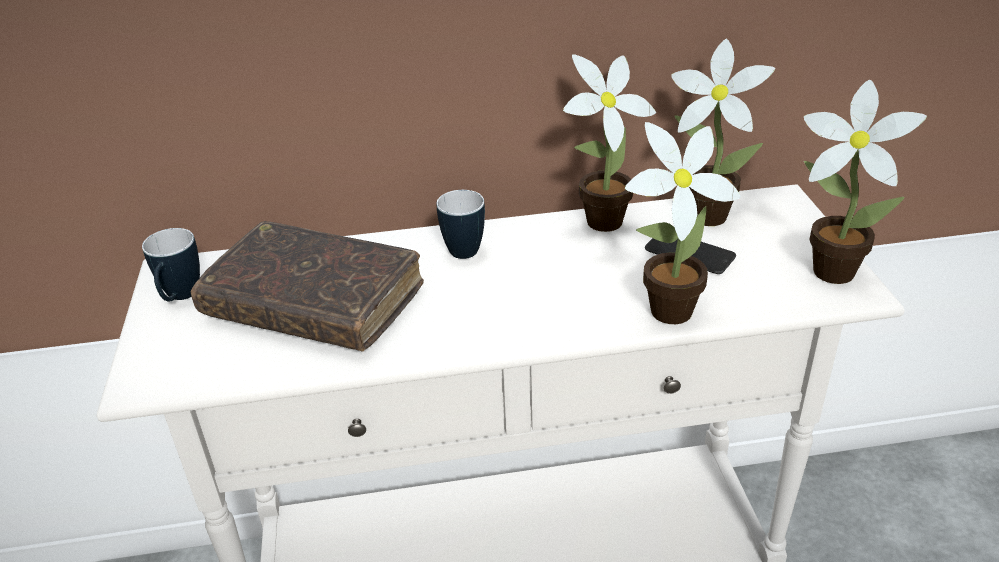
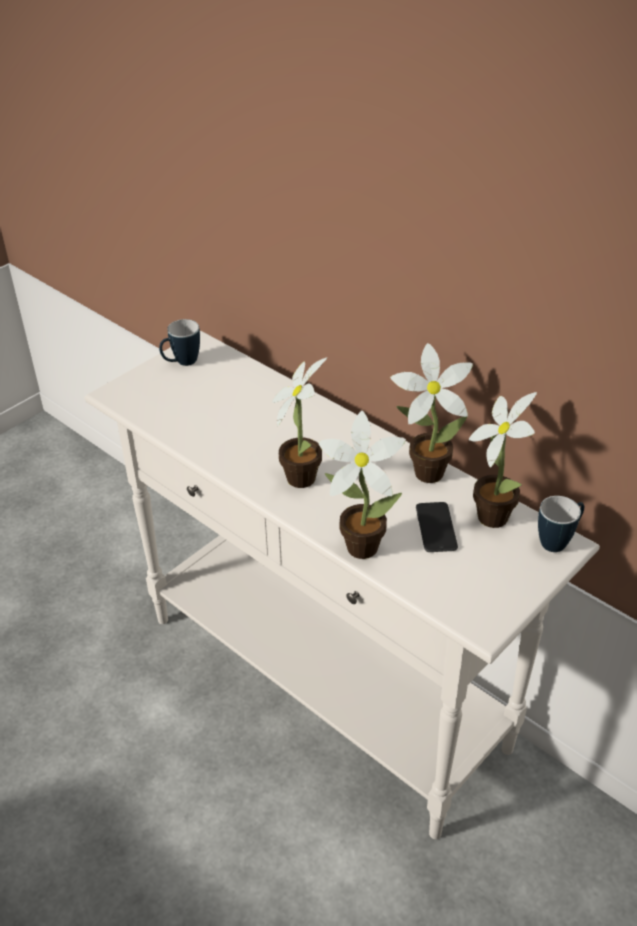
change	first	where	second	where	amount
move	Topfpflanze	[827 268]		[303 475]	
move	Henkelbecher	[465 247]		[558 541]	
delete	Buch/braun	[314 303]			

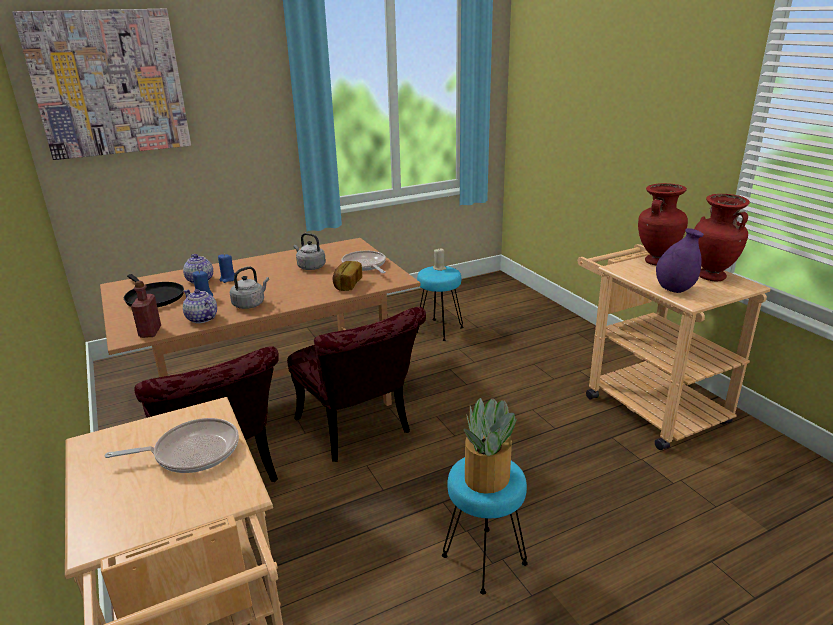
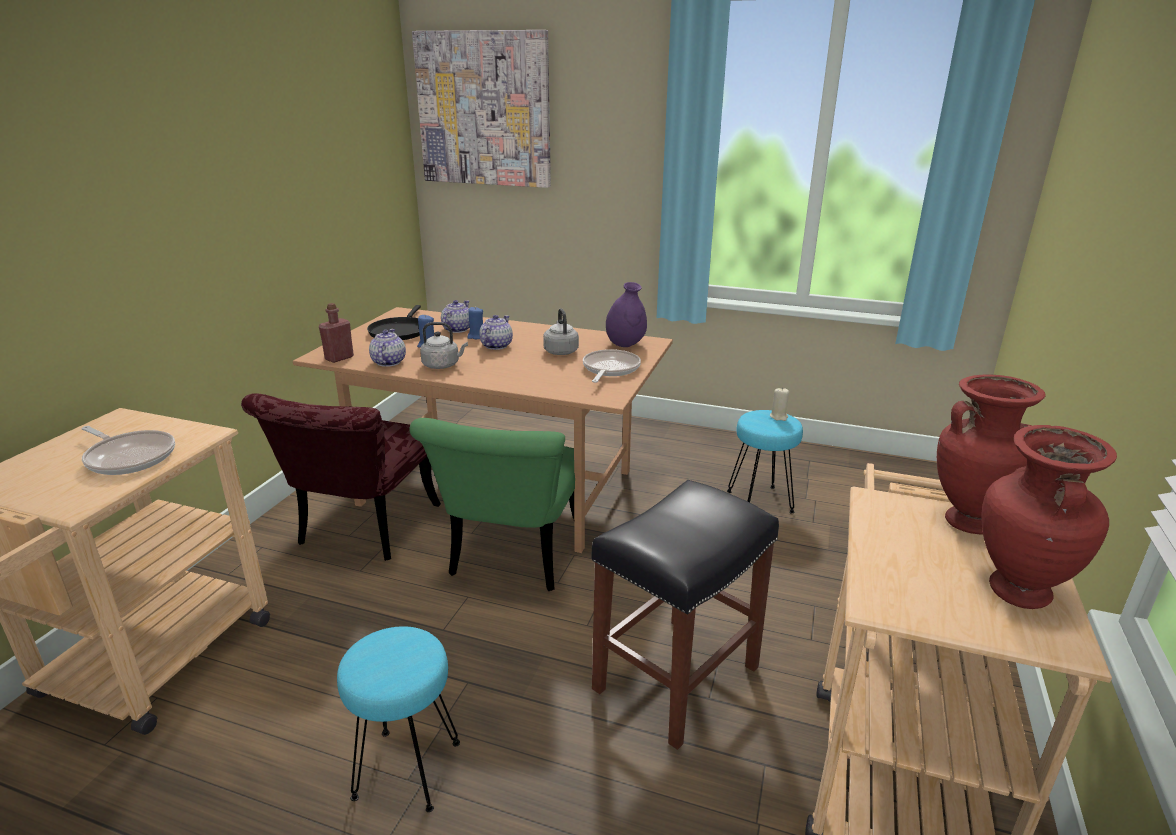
change	first	where	second	where	amount
recolor	Stuhl/rot	[359 431]	Stuhl/grün	[512 560]	
insert			Teekanne	[496 345]	
insert			Hocker/schwarz	[676 680]	
move	Vase/lila	[674 289]		[625 344]	
delete	Brot	[347 284]			
delete	Topfpflanze	[486 477]			

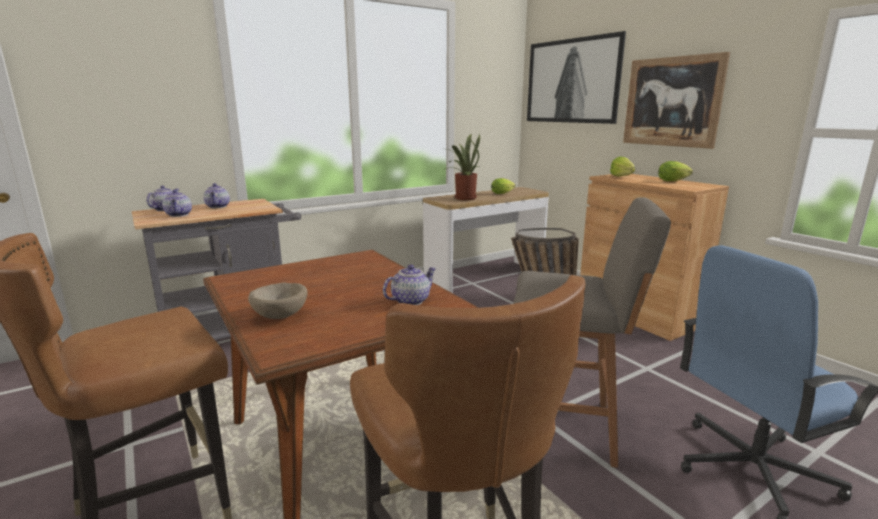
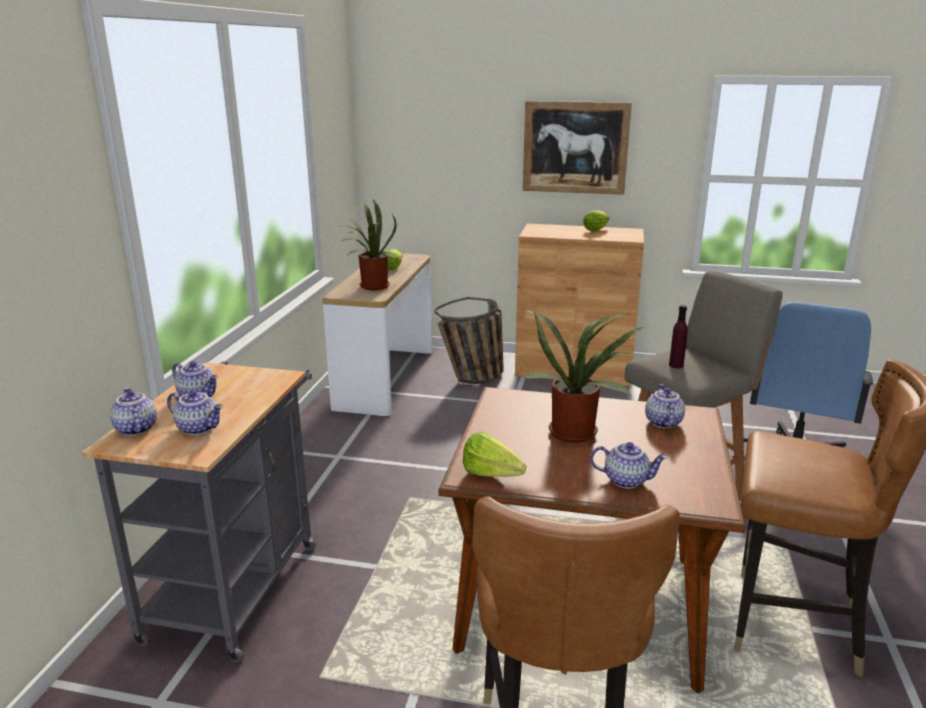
change	first	where	second	where	amount
move	Salatkopf	[623 177]		[495 477]	
insert			Topfpflanze	[575 430]	
replace	Schüssel/beige	[281 315]	Teekanne	[626 480]	
insert			Flasche/lila	[676 365]	
delete	Bild	[572 81]			

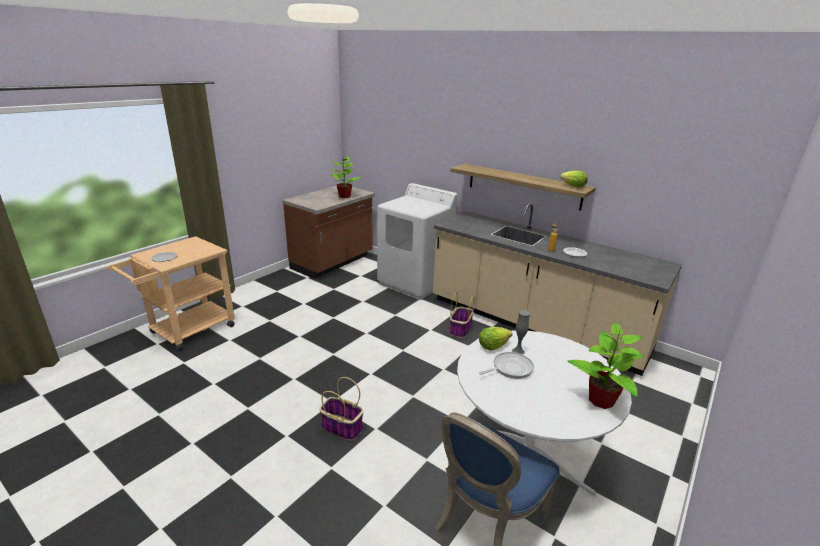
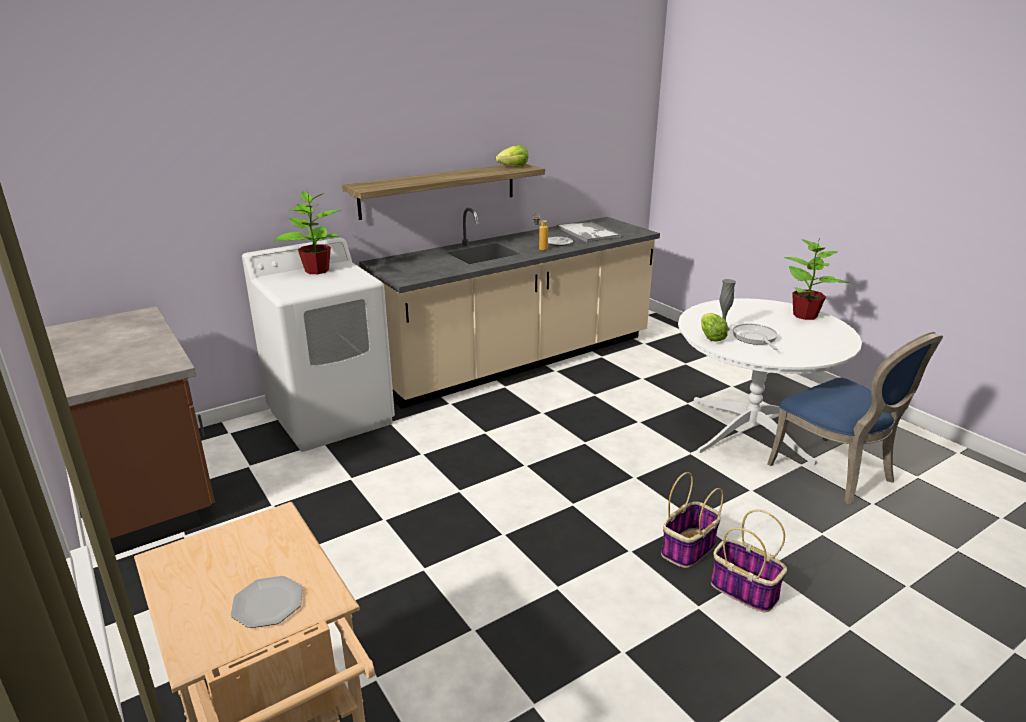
change	first	where	second	where	amount
move	Topfpflanze	[344 196]		[316 270]	
insert			Tablett	[588 233]	
move	Korb	[460 329]		[742 590]	

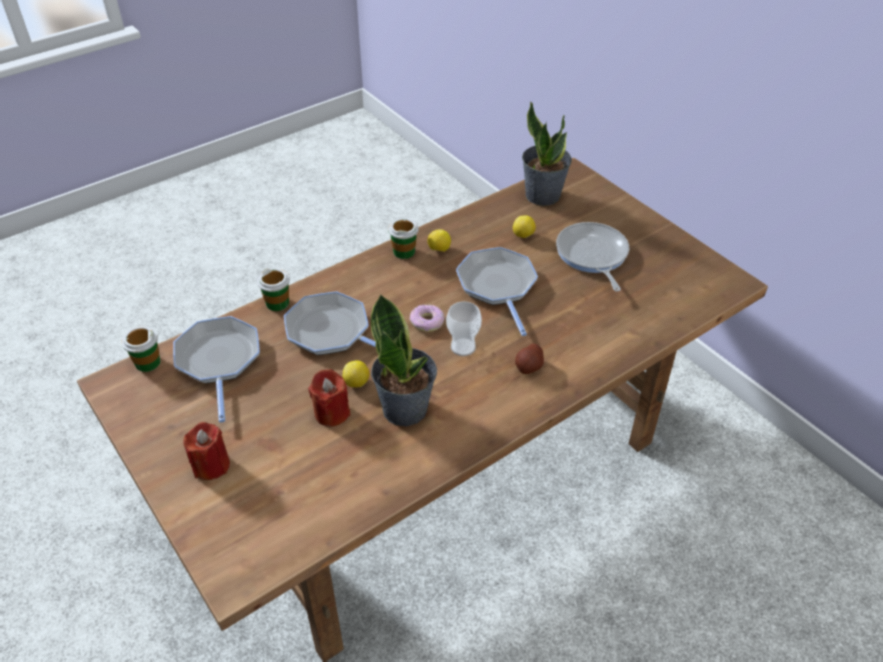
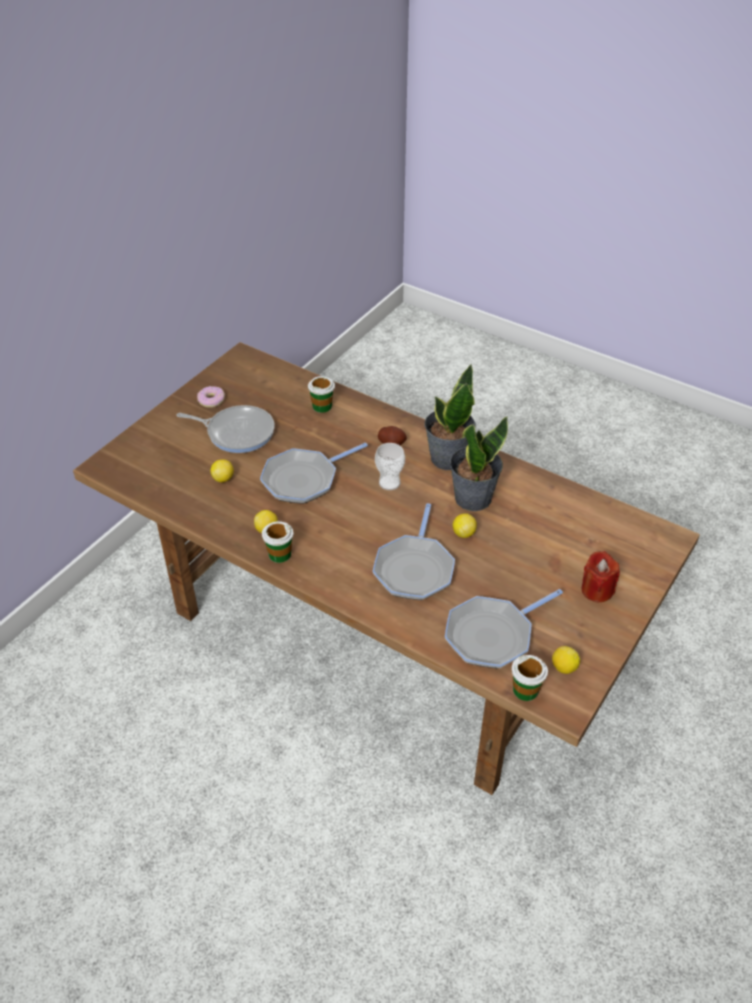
change	first	where	second	where	amount
rotate	Pfanne	[592 255]		[237 432]	135 degrees counterclockwise
move	Donut	[427 322]		[211 400]	
move	Tasse	[277 303]		[322 406]	
move	Topfpflanze	[542 195]		[447 458]	
insert			Zitrone	[563 667]	
delete	Kerze/rot	[331 413]			

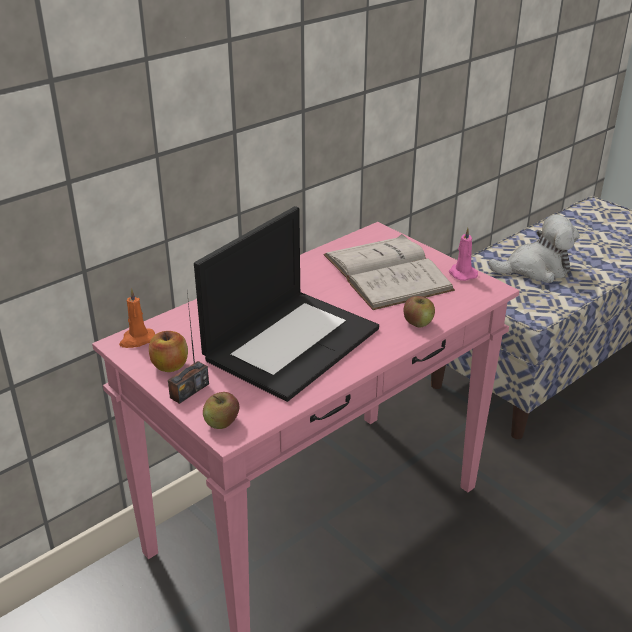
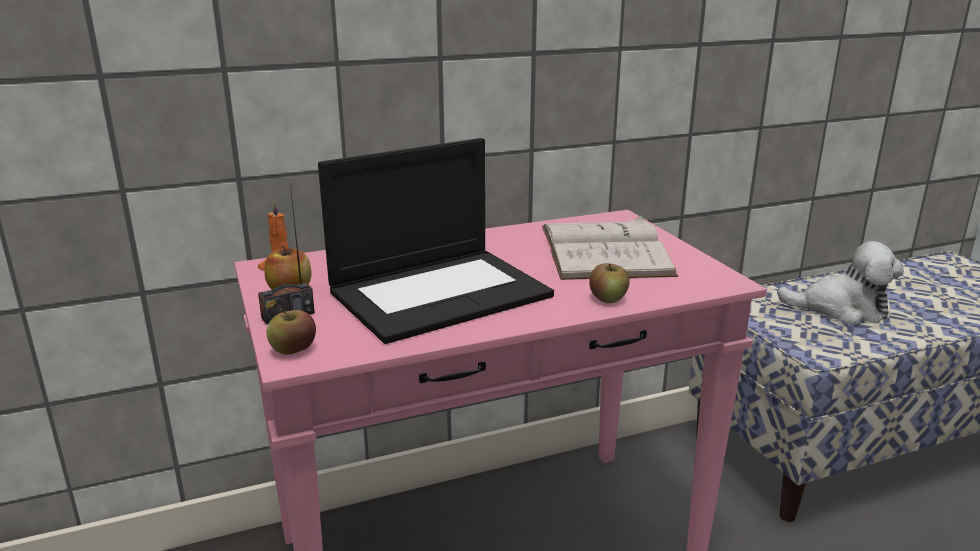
change	first	where	second	where	amount
delete	Kerze/rosa	[461 273]			

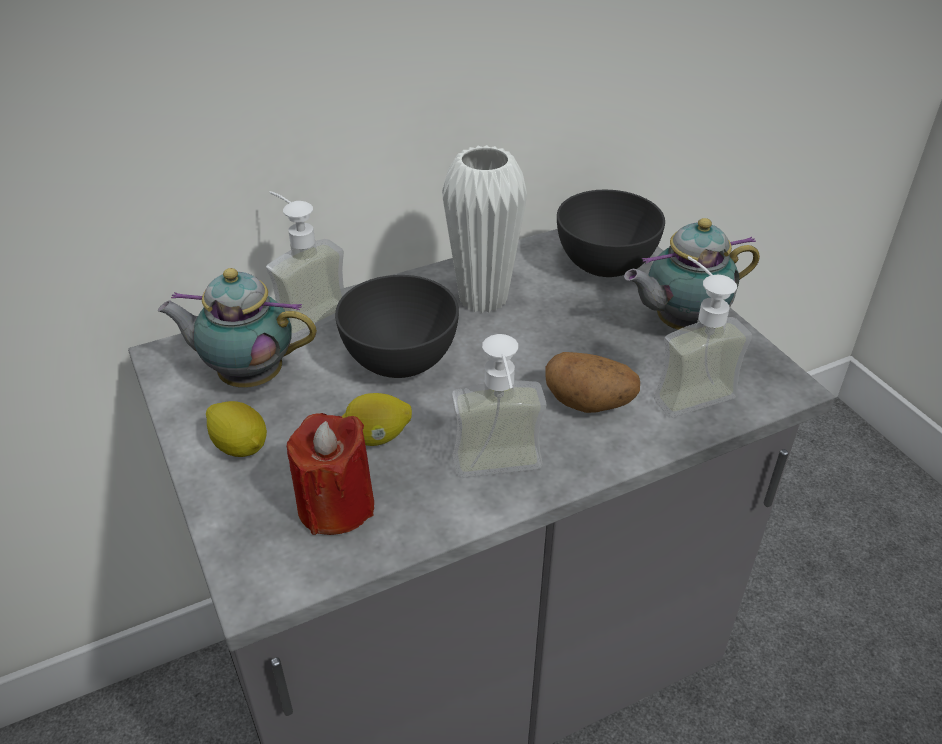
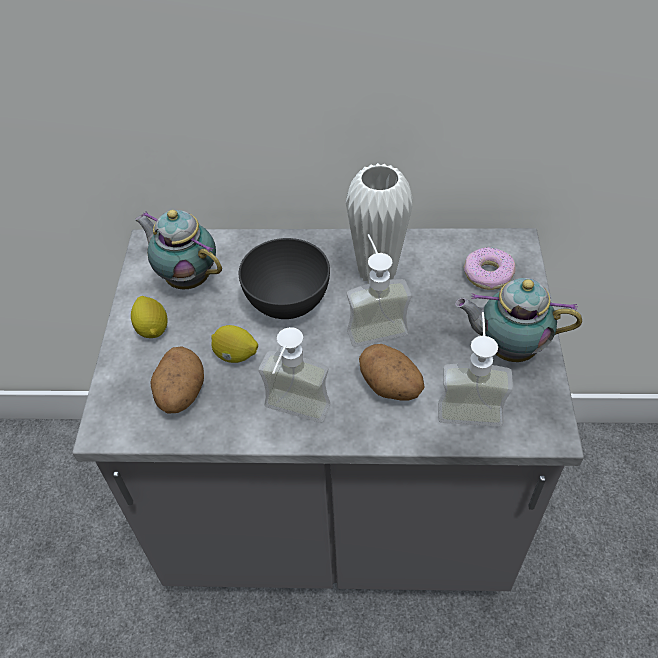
change	first	where	second	where	amount
replace	Kerze/rot	[336 506]	Kartoffel	[180 394]	
move	Seifenspender	[304 312]		[374 324]	
replace	Schüssel/grau	[604 265]	Donut	[488 274]	

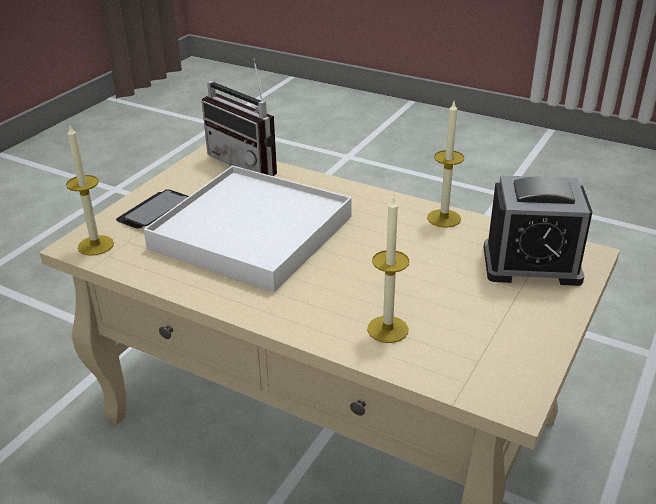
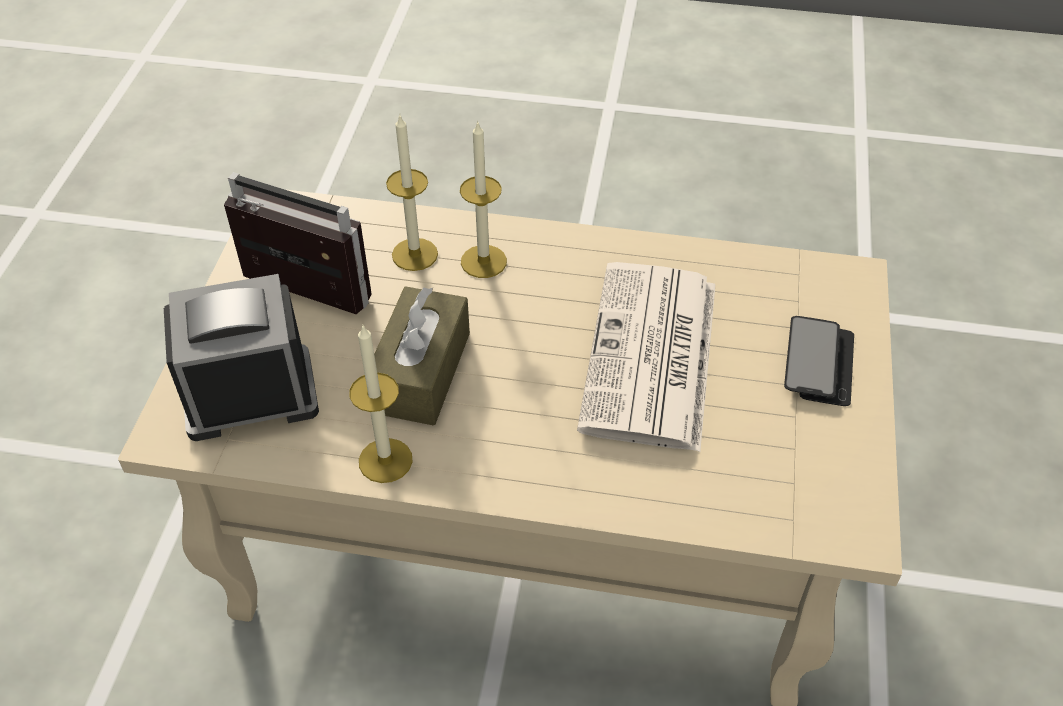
change	first	where	second	where	amount
move	Radio	[250 163]		[297 298]	
insert			Taschentuchbox/braun	[421 372]	
move	Kerze	[95 245]		[483 261]	
replace	Tablett/weiß	[252 232]	Zeitung	[651 358]	

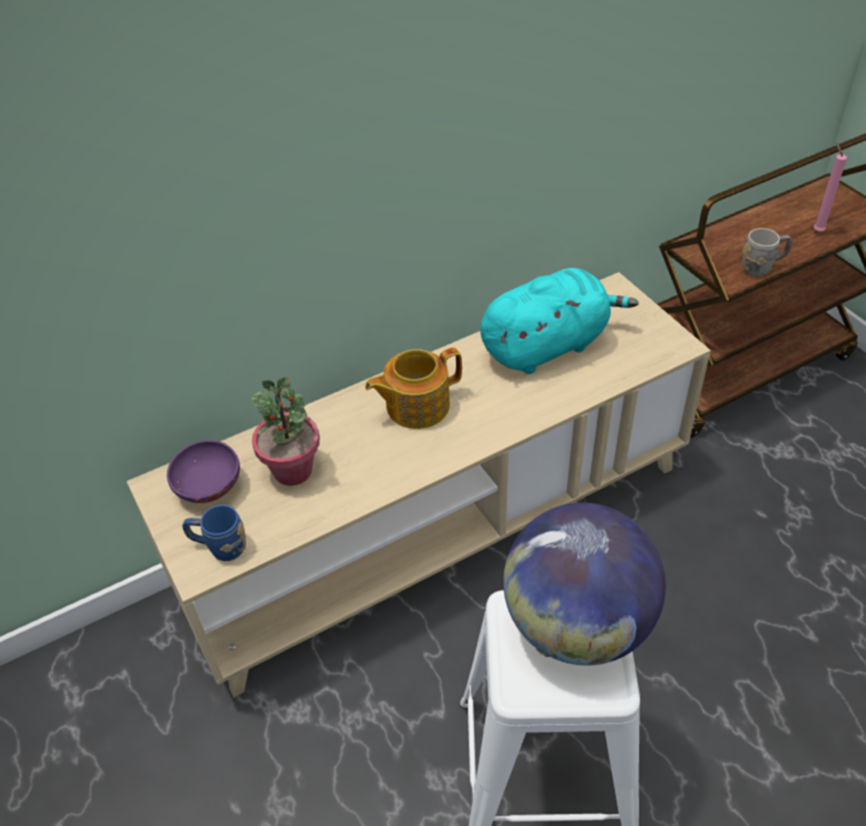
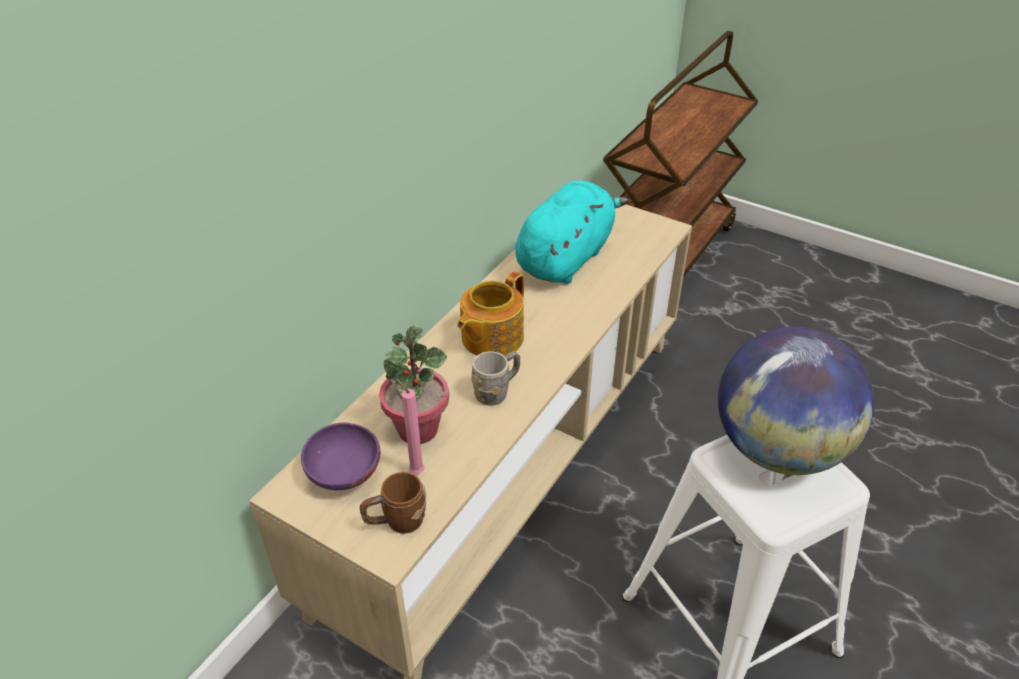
change	first	where	second	where	amount
recolor	Henkelbecher/blau	[220 547]	Henkelbecher/braun	[396 522]	
move	Kerze/rosa	[817 230]		[415 471]	
move	Henkelbecher/grau	[762 267]		[497 391]	

